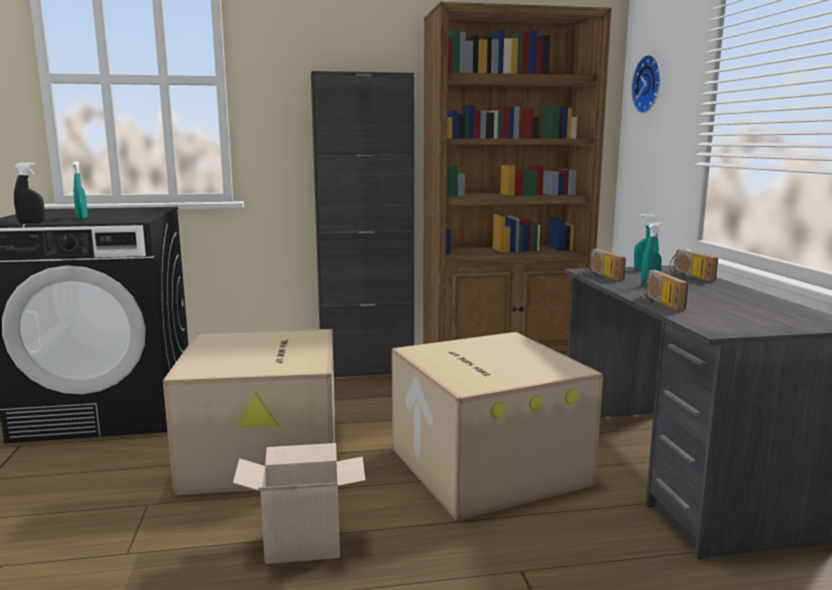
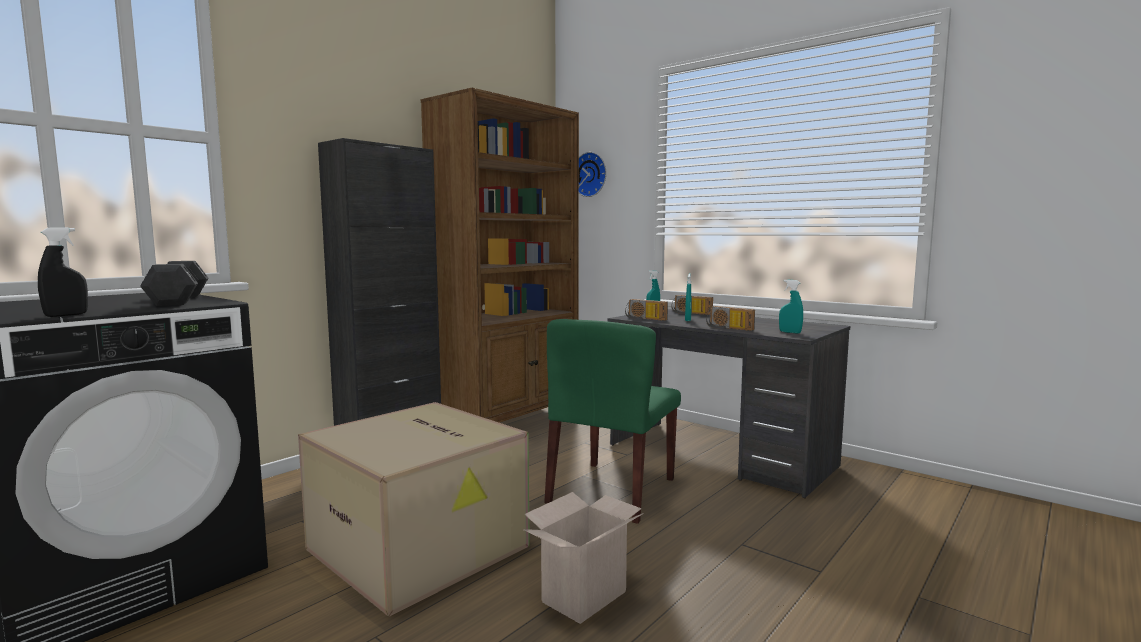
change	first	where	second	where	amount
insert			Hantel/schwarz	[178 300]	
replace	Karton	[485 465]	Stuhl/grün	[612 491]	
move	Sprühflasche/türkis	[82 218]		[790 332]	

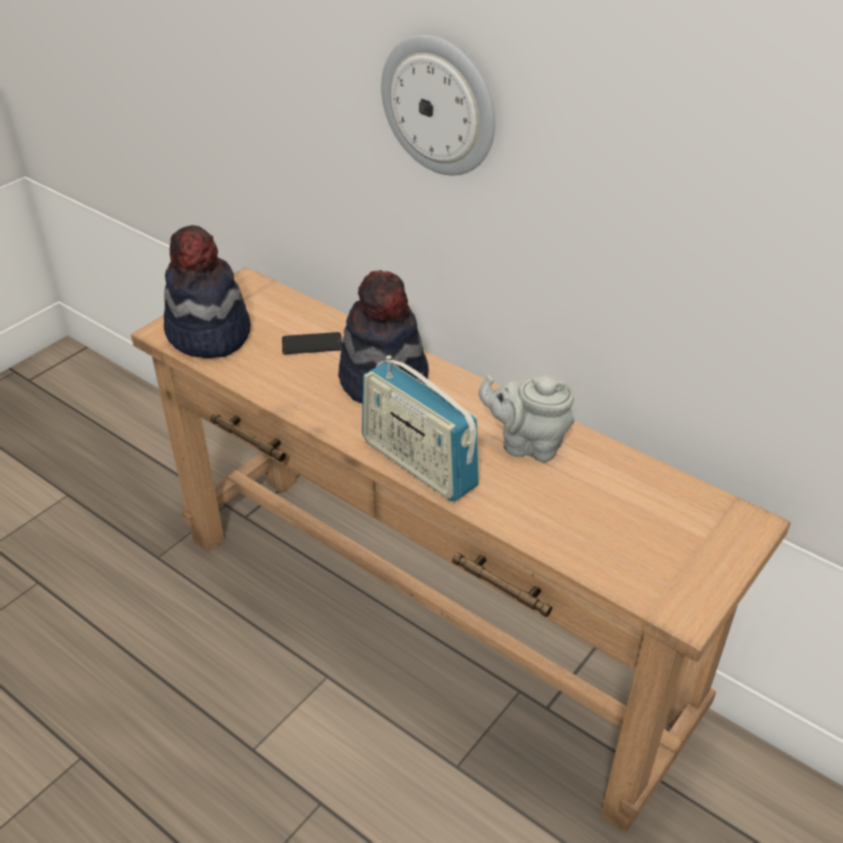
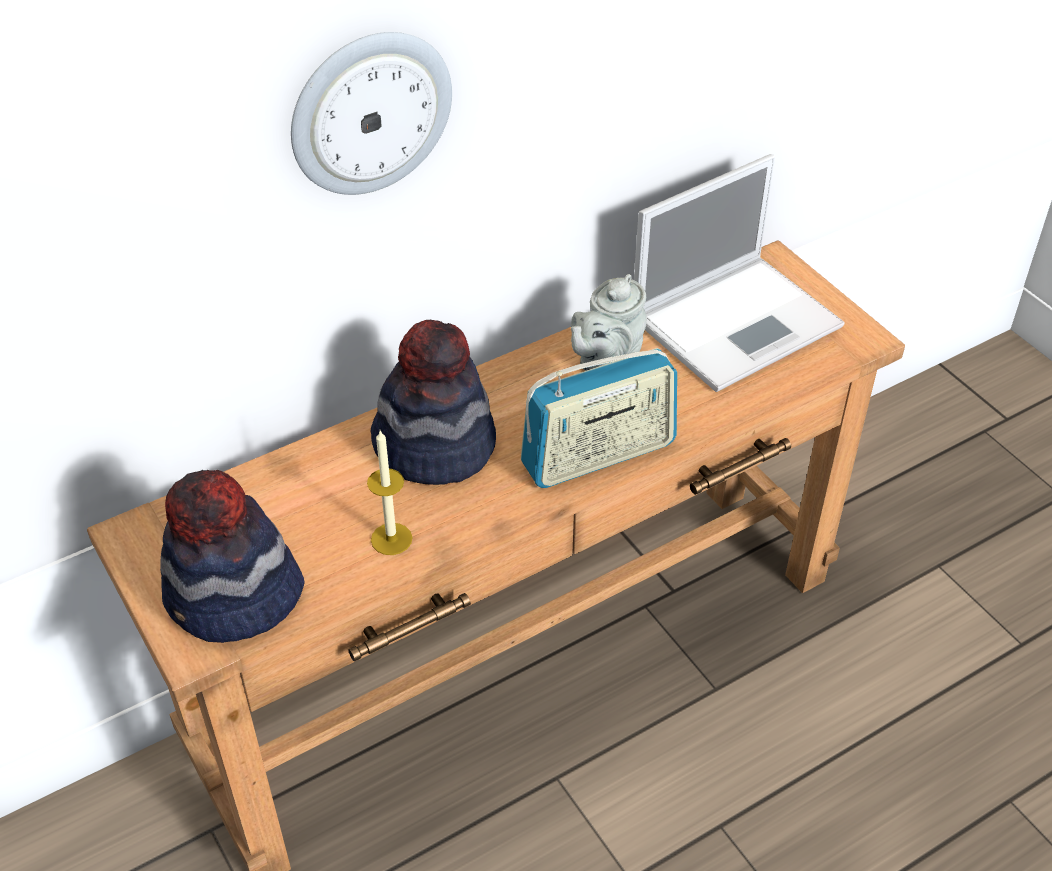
change	first	where	second	where	amount
insert			Kerze	[391 539]	
insert			Laptop	[738 321]	
delete	Handy	[312 344]			

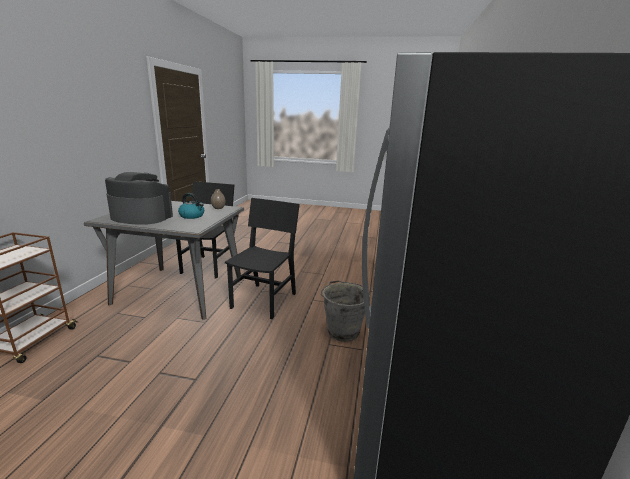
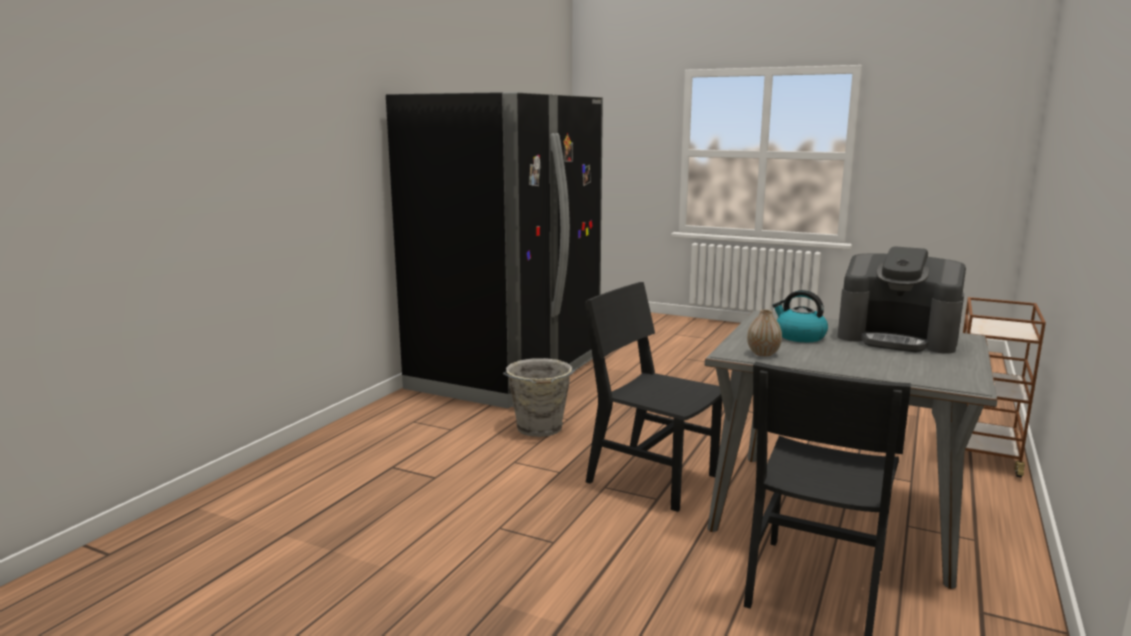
change	first	where	second	where	amount
rotate	Stuhl/schwarz	[264 300]		[652 478]	90 degrees clockwise

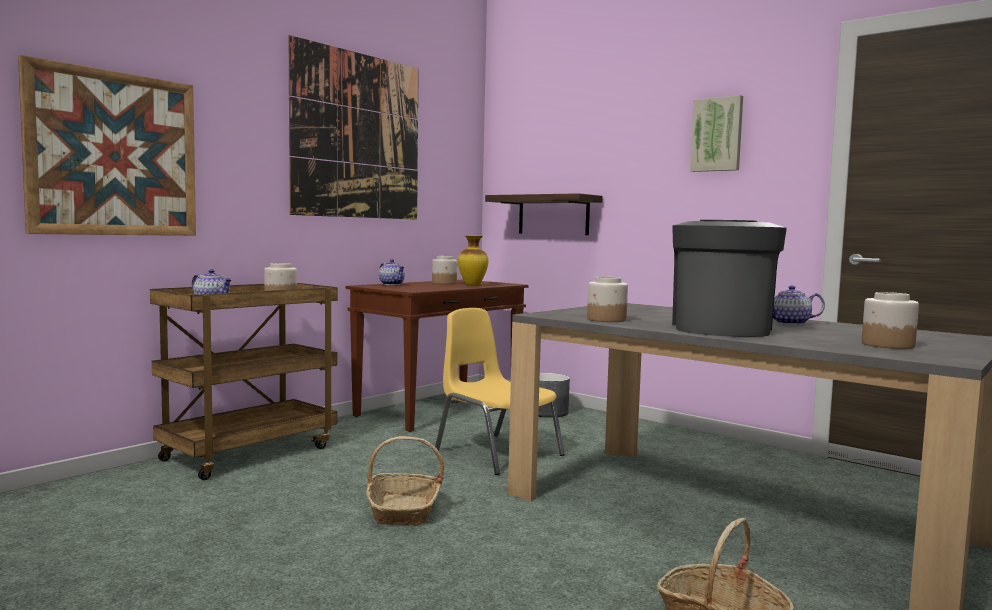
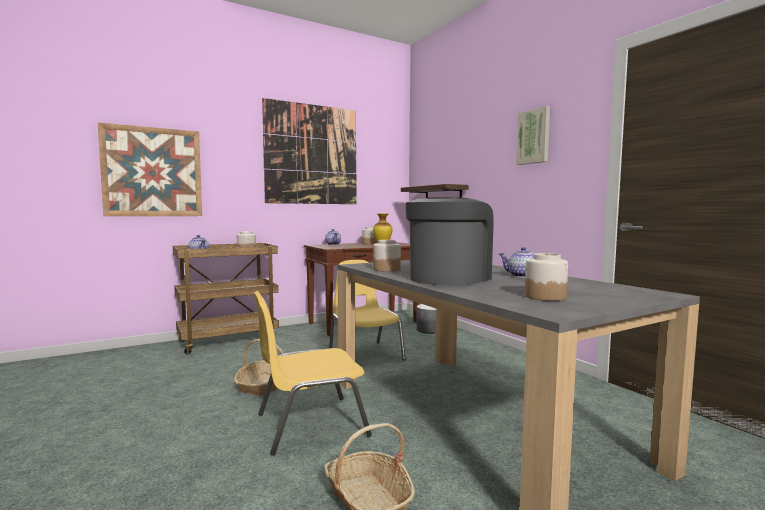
change	first	where	second	where	amount
insert			Stuhl/gelb	[309 424]	

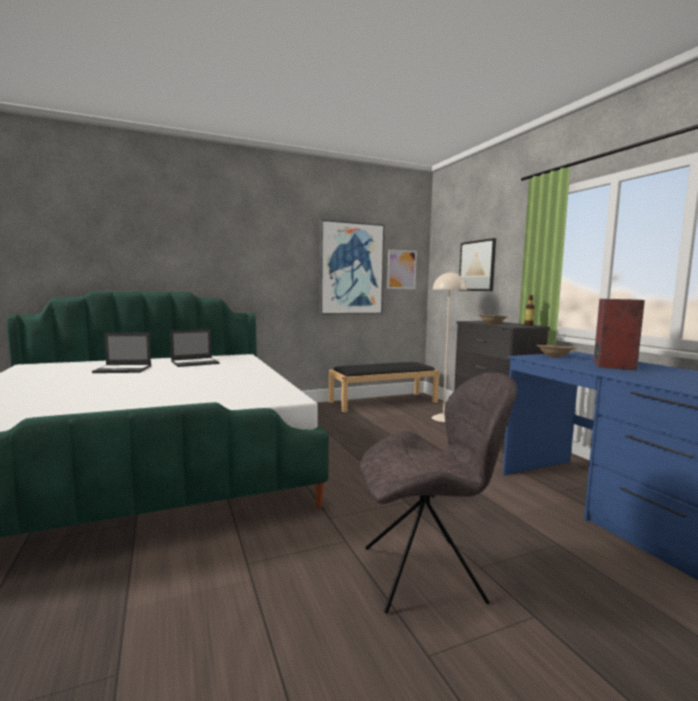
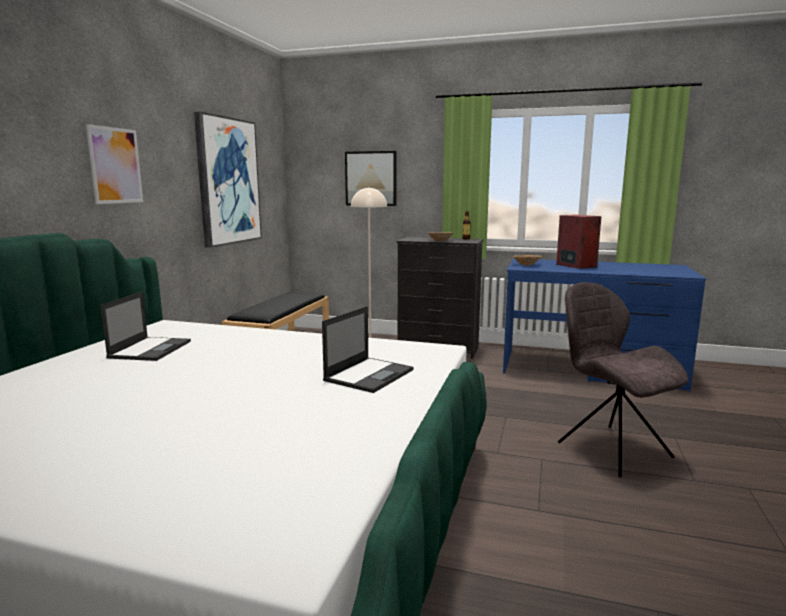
change	first	where	second	where	amount
move	Bild	[401 269]		[115 165]	
move	Laptop	[123 369]		[369 374]	
rotate	Stuhl/grau	[427 573]		[610 448]	60 degrees counterclockwise

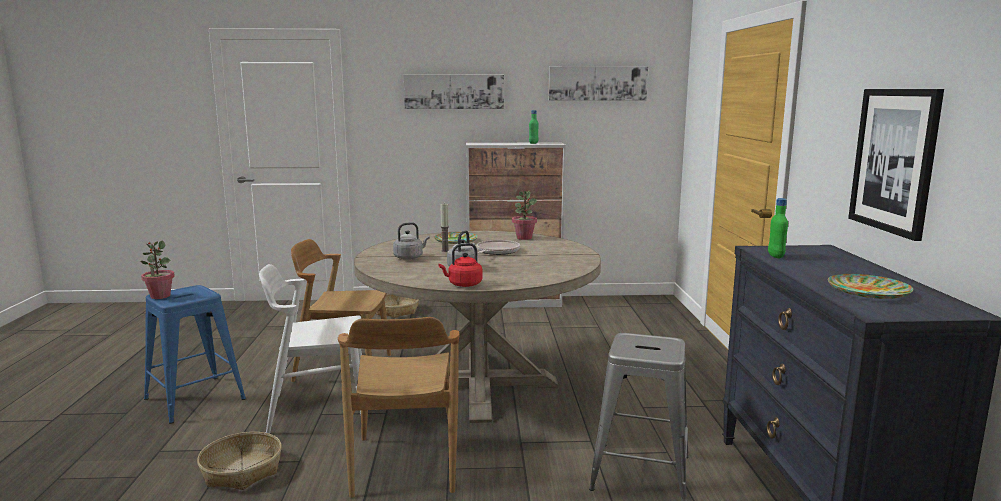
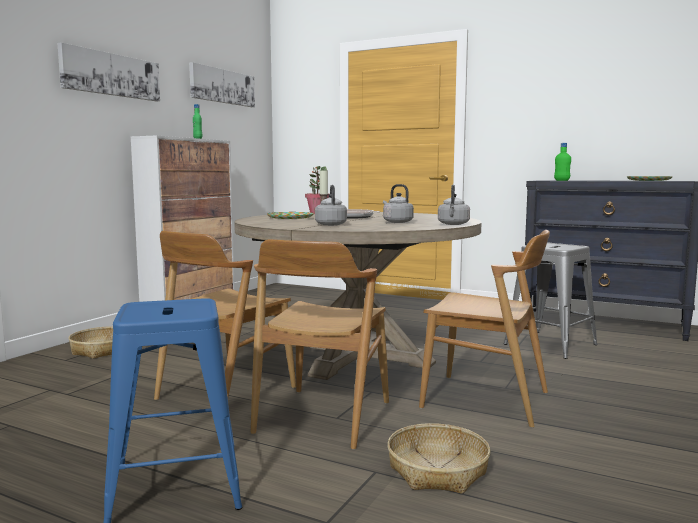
change	first	where	second	where	amount
recolor	Stuhl/weiß	[318 409]	Stuhl/braun	[322 417]	
recolor	Wasserkessel/rot	[463 284]	Wasserkessel/grau	[453 224]	
delete	Topfpflanze	[160 296]			
delete	Bild	[894 160]			

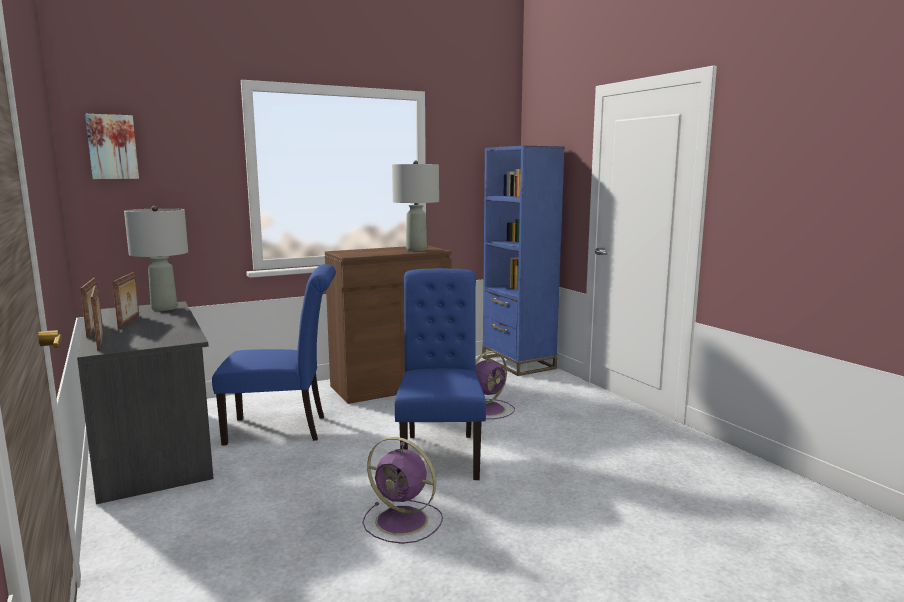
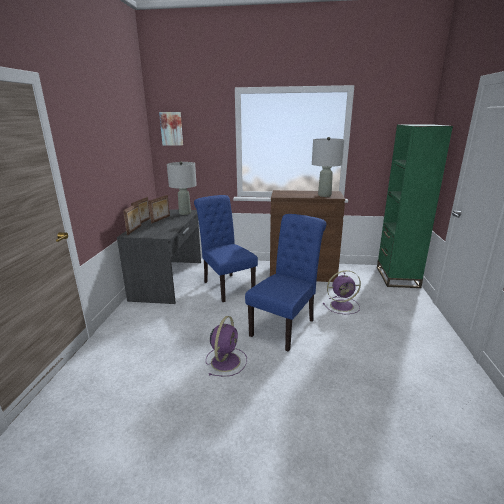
change	first	where	second	where	amount
rotate	Stuhl/blau	[283 429]		[226 286]	150 degrees counterclockwise
rotate	Ventilator/lila	[404 521]		[226 360]	135 degrees counterclockwise
recolor	Bücherregal/blau	[518 363]	Bücherregal/grün	[397 277]	

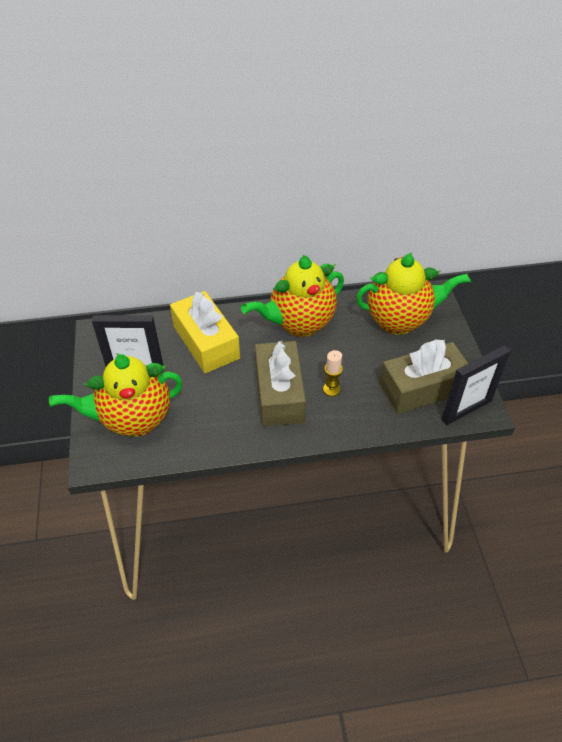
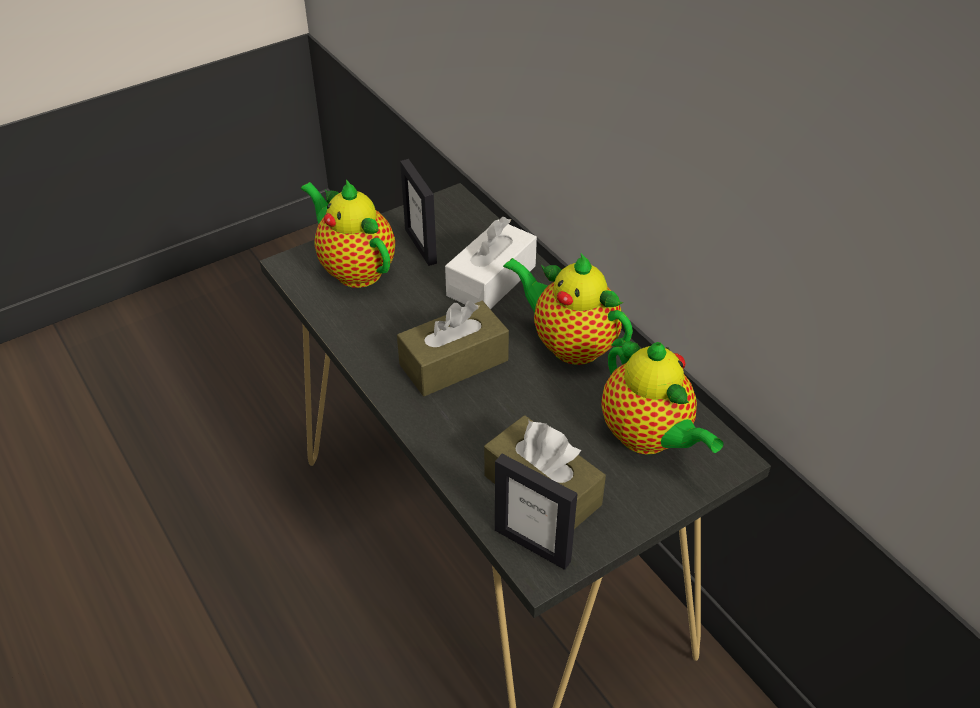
change	first	where	second	where	amount
recolor	Taschentuchbox/gelb	[206 342]	Taschentuchbox/weiß	[491 281]	
delete	Kerze	[331 389]			

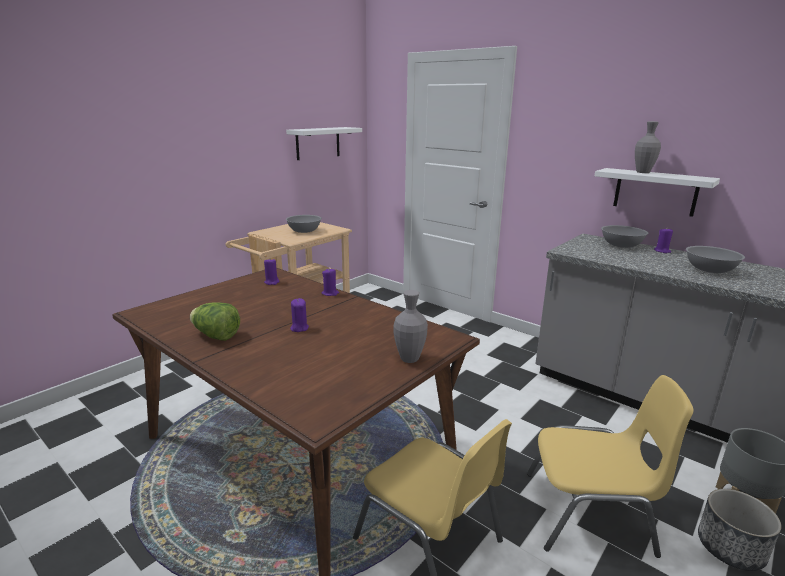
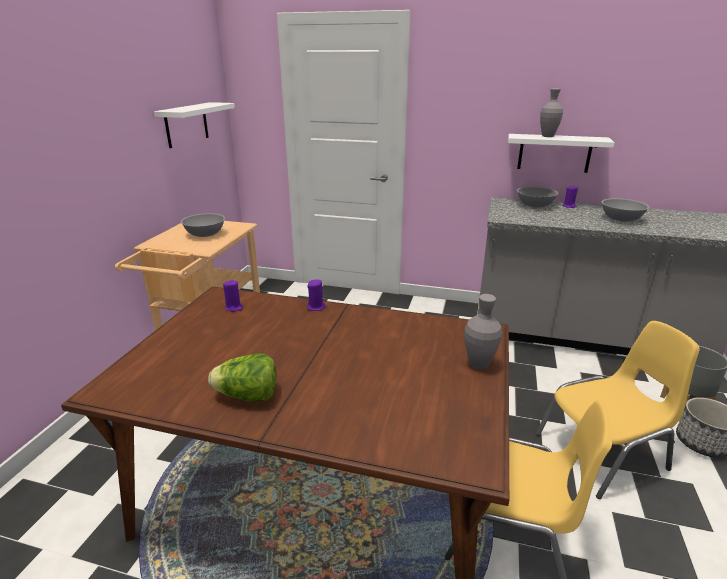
change	first	where	second	where	amount
delete	Kerze/lila	[299 328]			

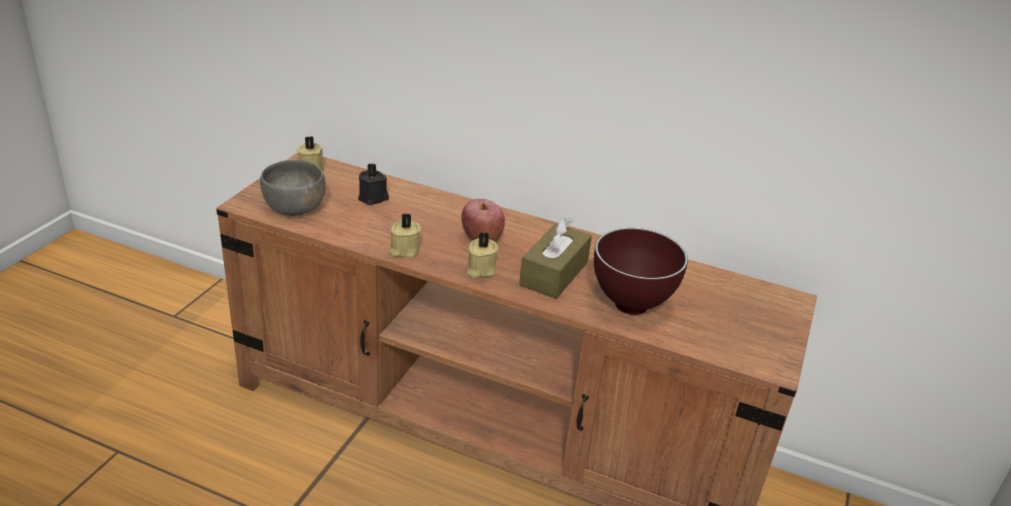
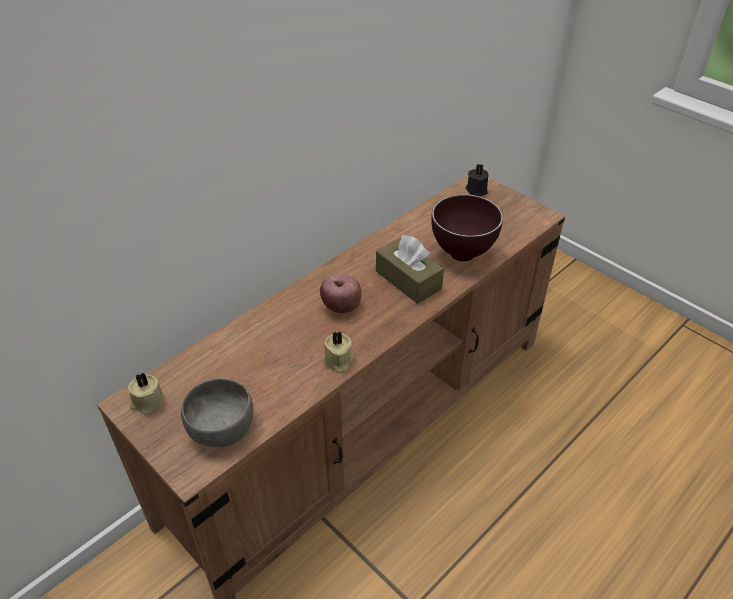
change	first	where	second	where	amount
move	Kerze/schwarz	[373 198]		[477 190]	
delete	Kerze/beige	[479 269]			

